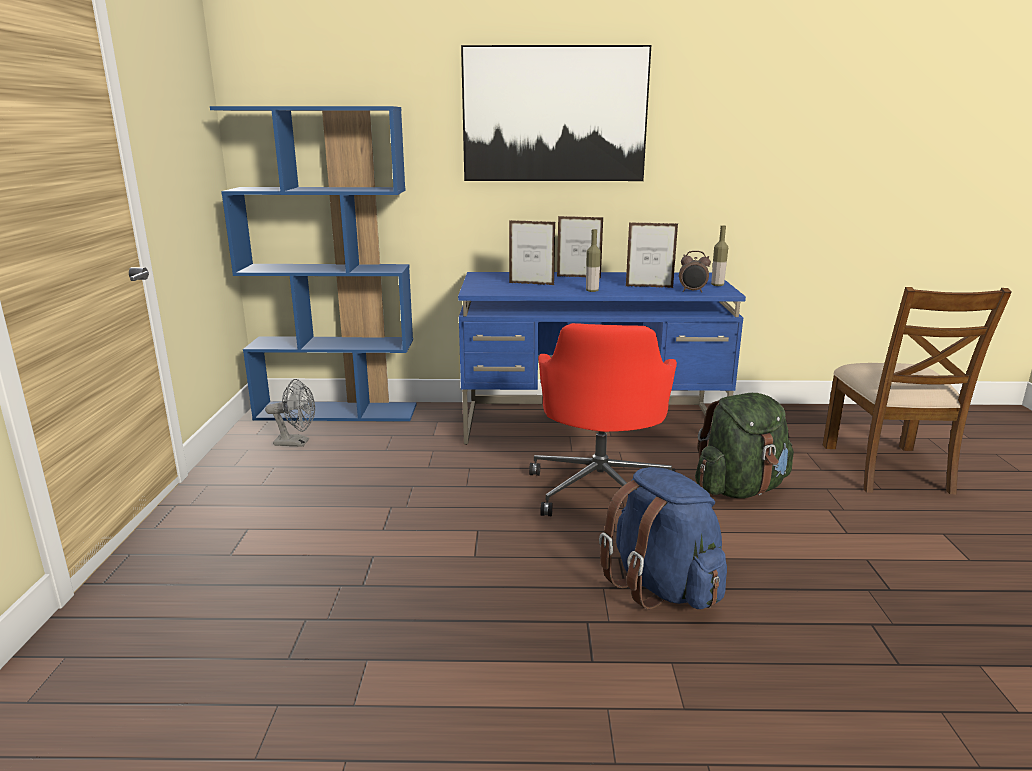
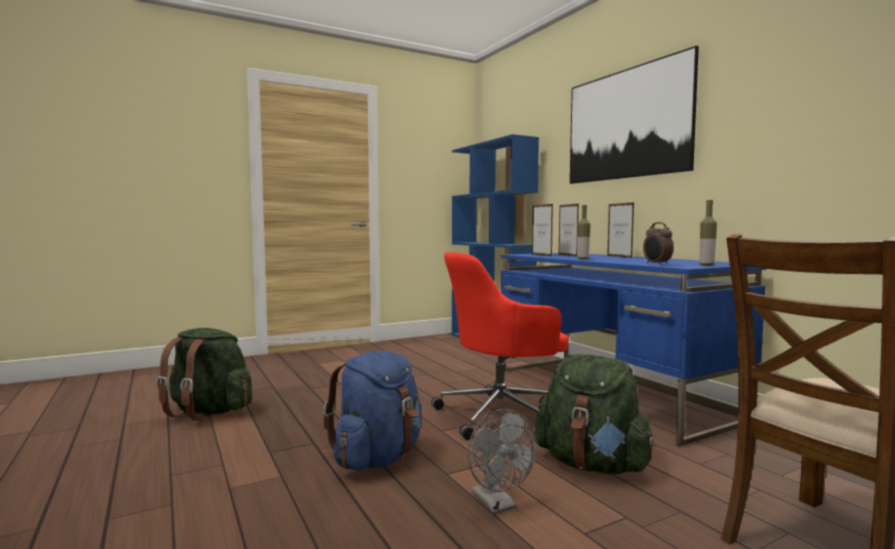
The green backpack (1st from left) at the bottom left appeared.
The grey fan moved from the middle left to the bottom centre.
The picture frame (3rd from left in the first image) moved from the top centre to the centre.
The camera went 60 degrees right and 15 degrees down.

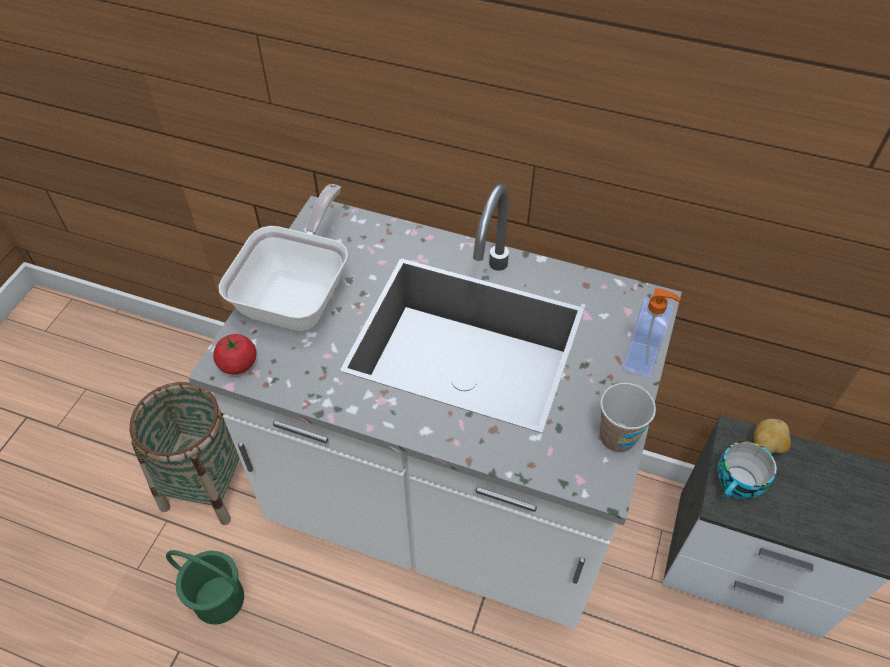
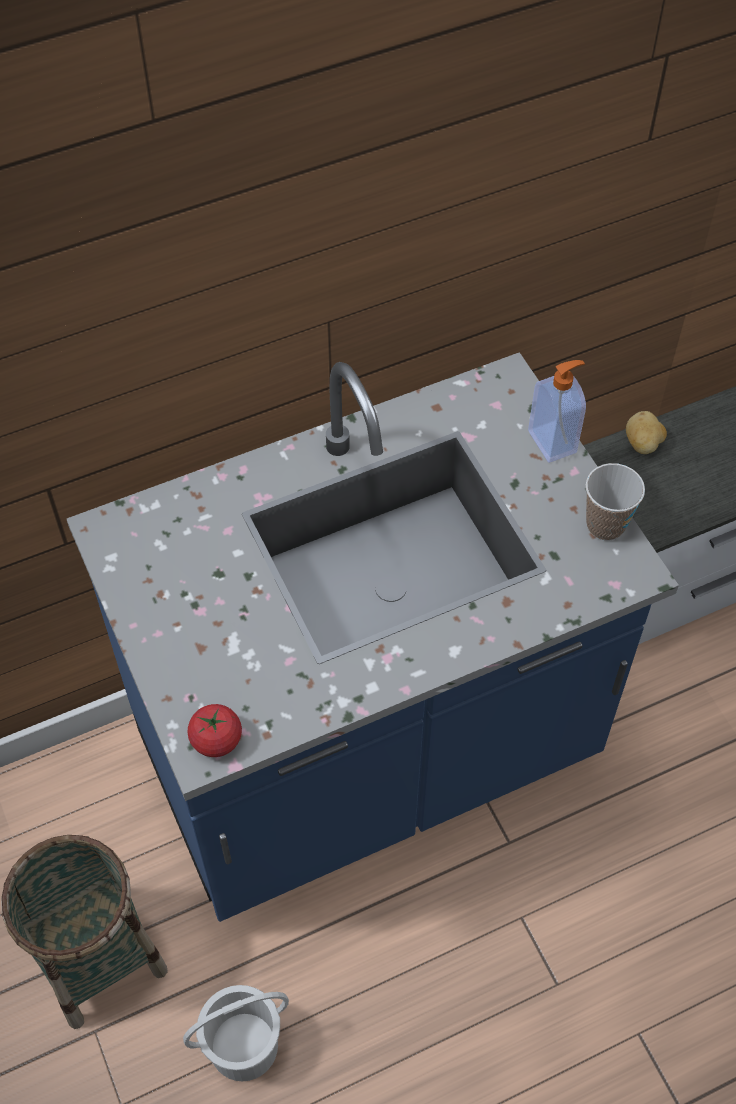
The white counter at the centre became the blue counter at the centre.
The green bucket at the bottom left became the white bucket at the bottom left.
The frying pan at the middle left disappeared.
The cup (2nd from left) at the bottom right disappeared.
The camera went 45 degrees left and 5 degrees up.

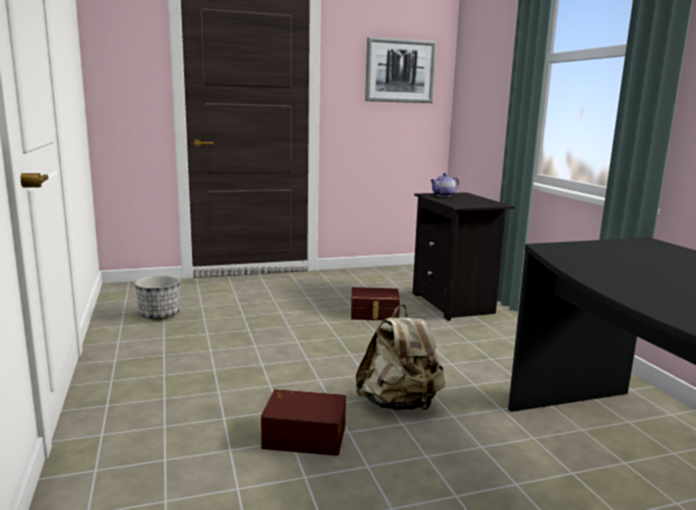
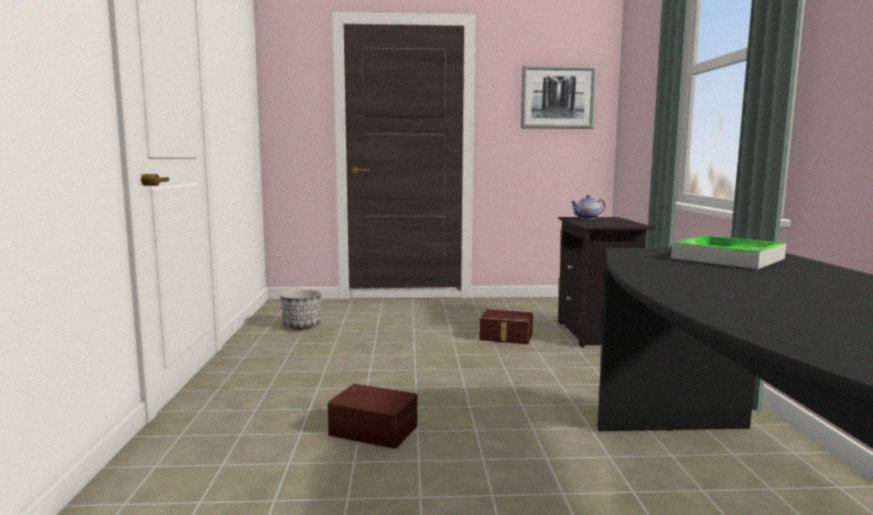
The tray at the middle right appeared.
The beige backpack at the bottom centre disappeared.
The camera went 15 degrees right and 5 degrees down.

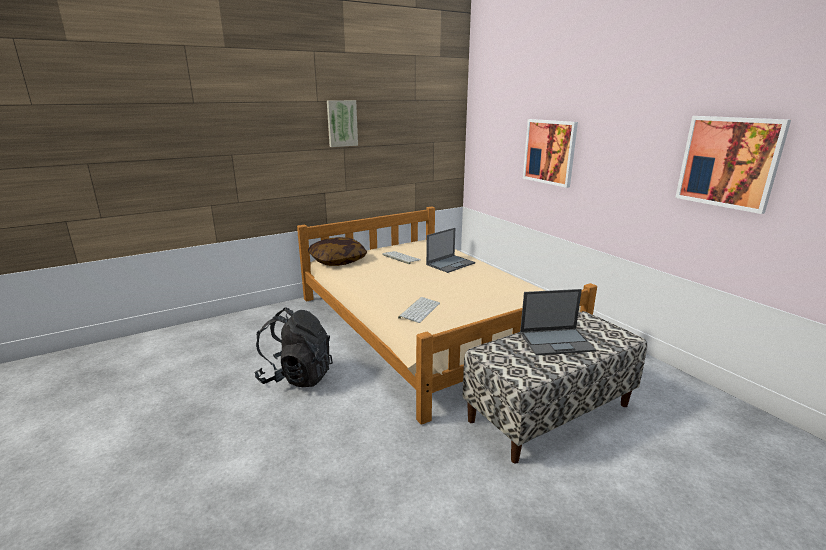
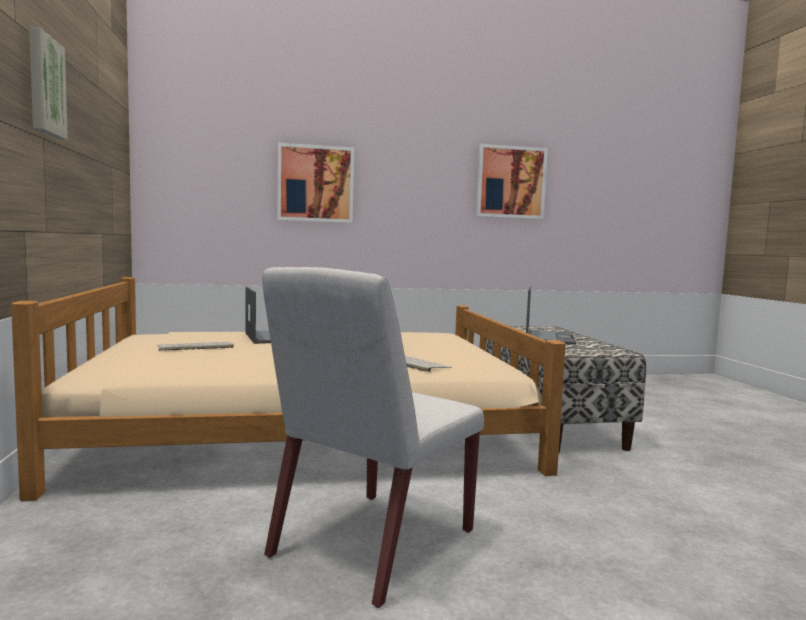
The black backpack at the centre was replaced by the white chair at the bottom centre.
The pillow at the centre disappeared.
The camera went 70 degrees left and 15 degrees down.

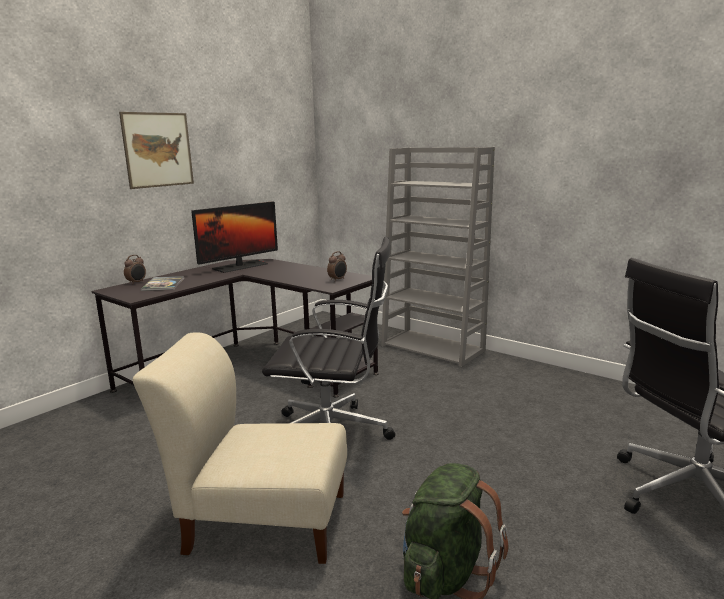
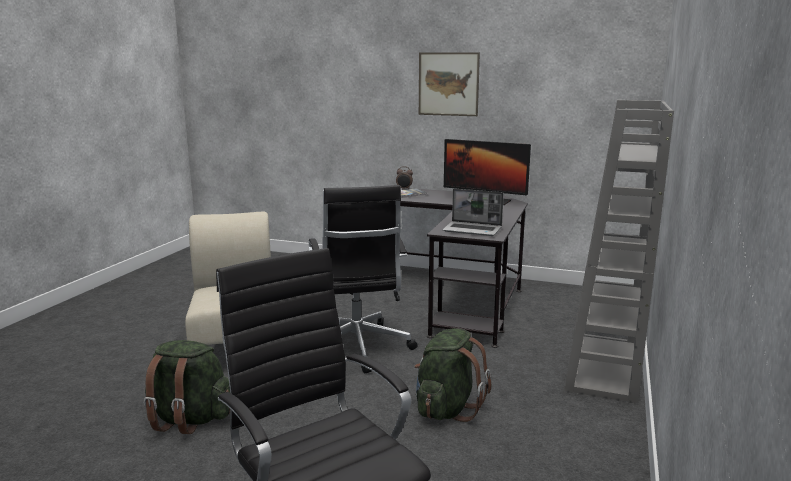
The green backpack (2nd from left) at the bottom centre appeared.
The alarm clock (2nd from left) at the centre was replaced by the laptop at the centre.
The camera went 70 degrees right and 0 degrees up.

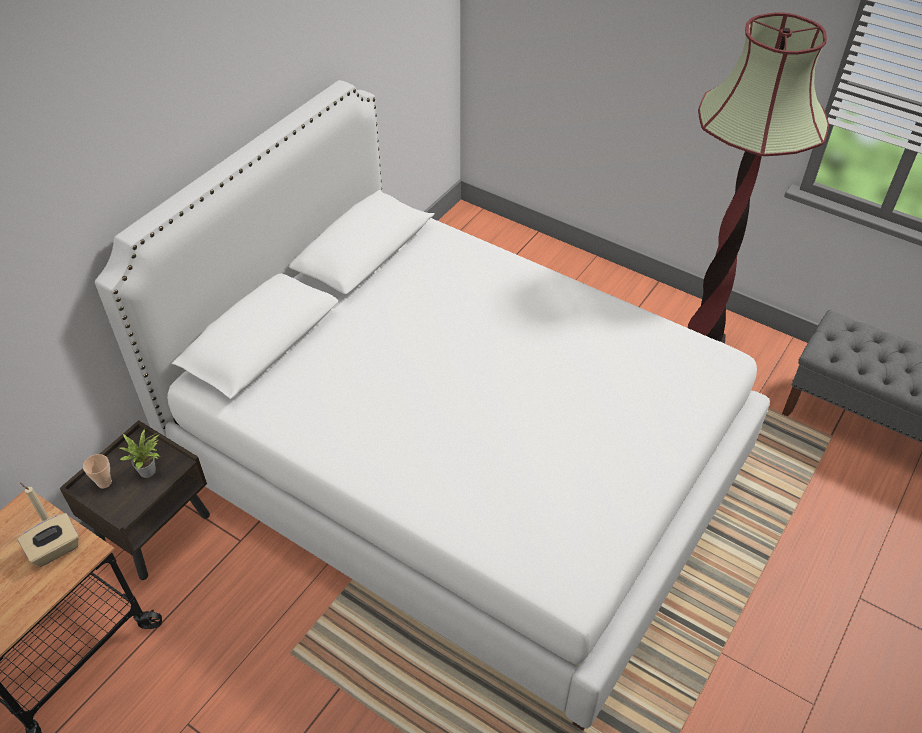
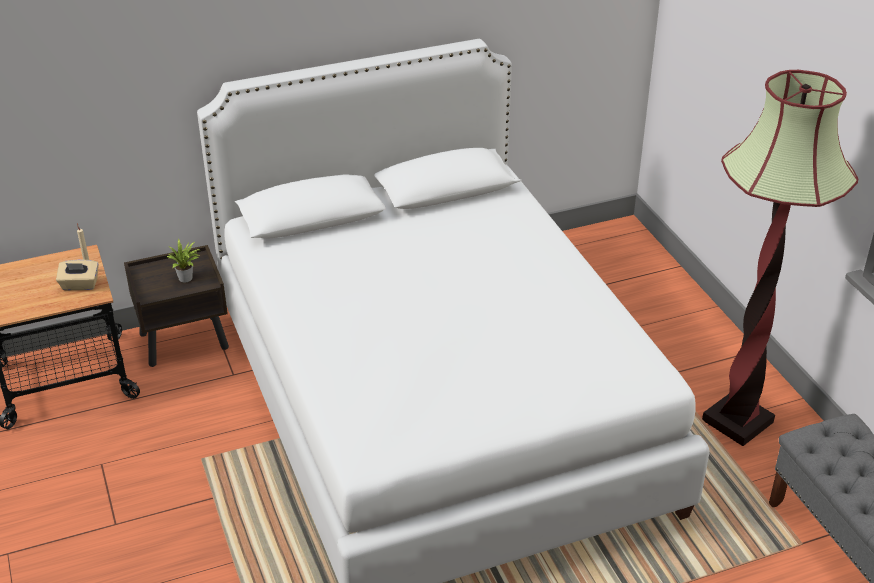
The cup at the middle left disappeared.
The camera went 35 degrees right and 10 degrees down.

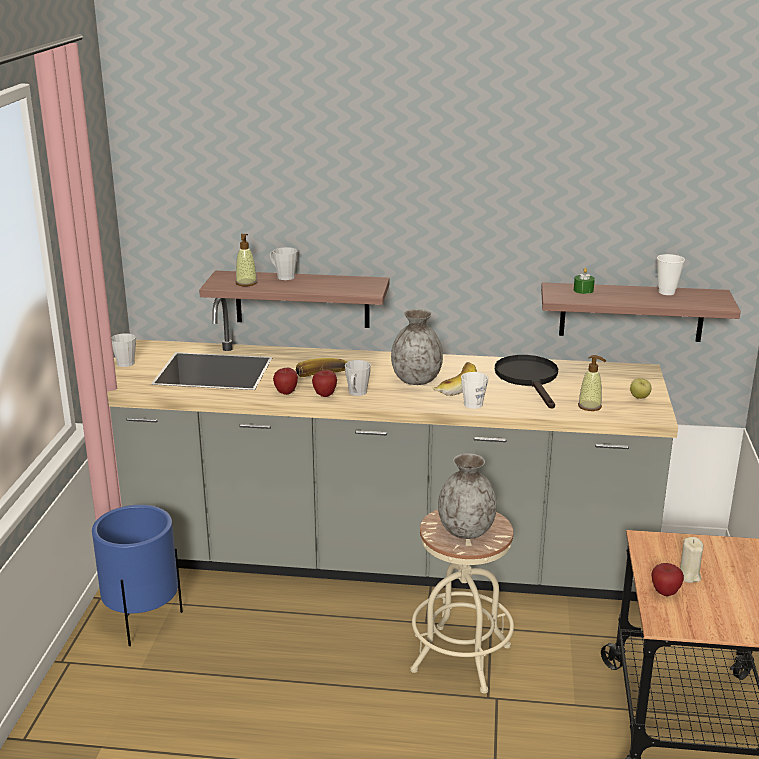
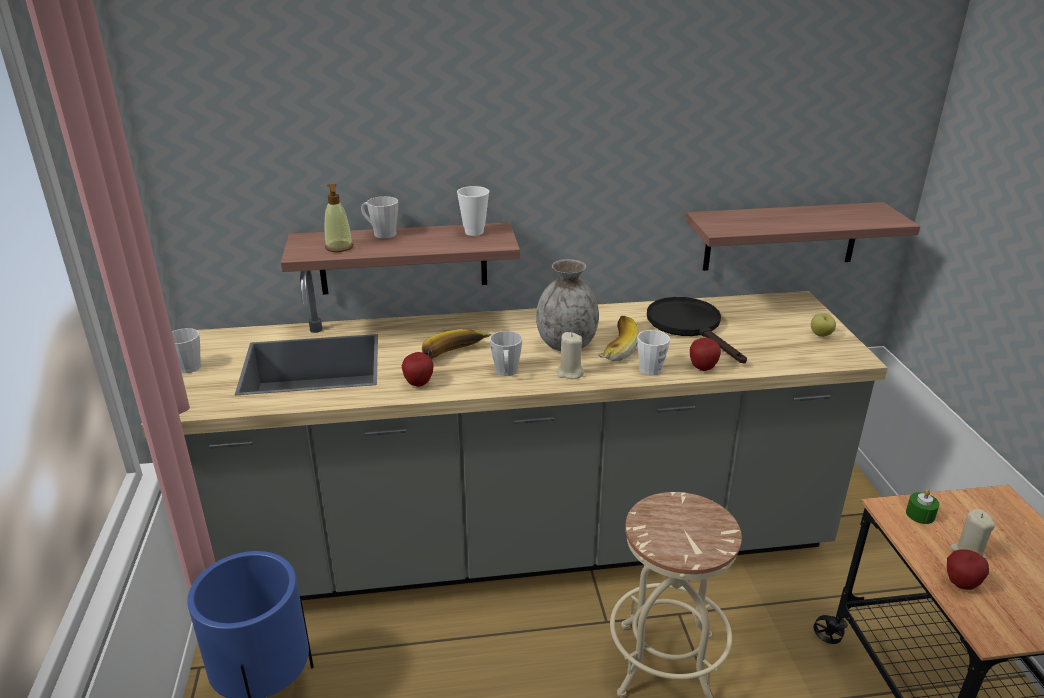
The cup moved from the middle right to the top centre.
The beige candle (1st from left) at the centre appeared.
The apple (2nd from left) moved from the centre to the middle right.
The green candle moved from the middle right to the bottom right.
The grey vase (2nd from left) at the centre disappeared.
The soap dispenser (2nd from left) at the middle right disappeared.
The camera went 15 degrees left and 5 degrees up.

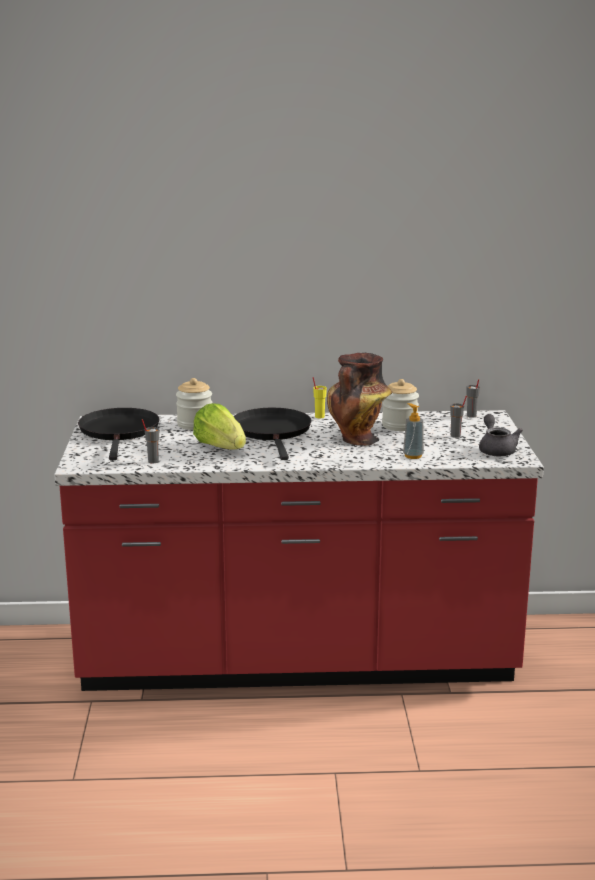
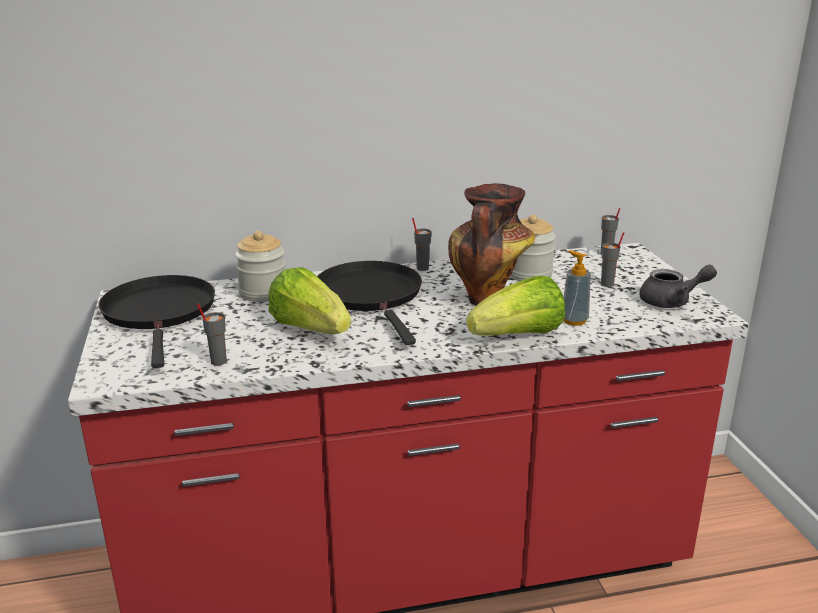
The yellow cup at the centre became the grey cup (2nd from left) at the centre.
The lettuce (2nd from left) at the centre appeared.
The grey teapot at the middle right turned 105 degrees clockwise.
The camera went 10 degrees left and 5 degrees up.

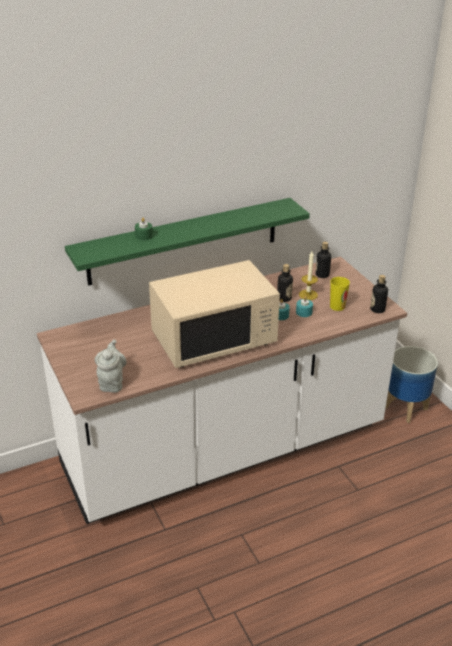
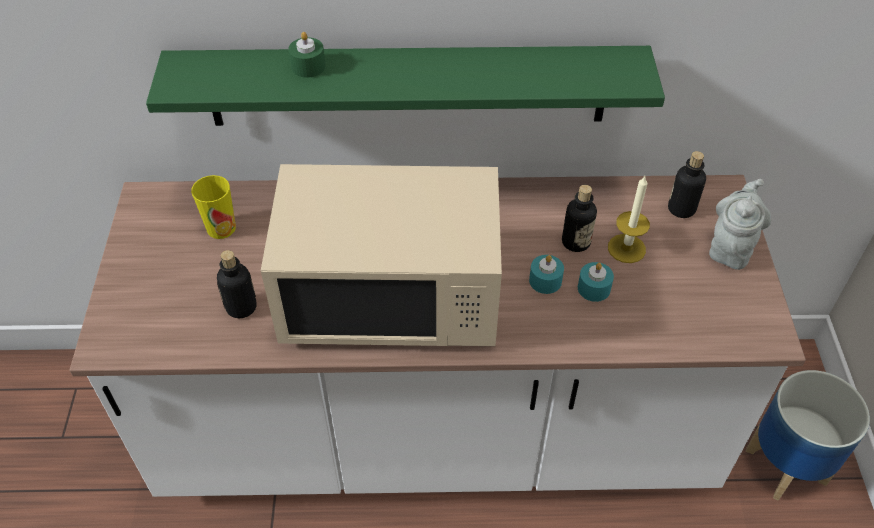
The cup moved from the middle right to the middle left.
The bottle (3rd from left in the first image) moved from the middle right to the middle left.
The grey teapot moved from the middle left to the middle right.
The camera went 25 degrees right and 15 degrees up.

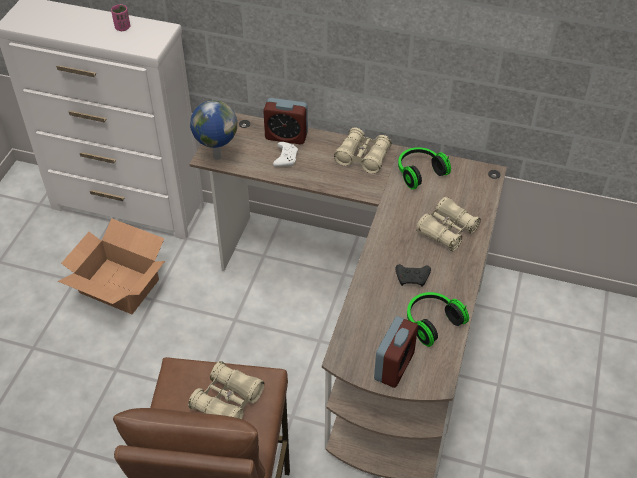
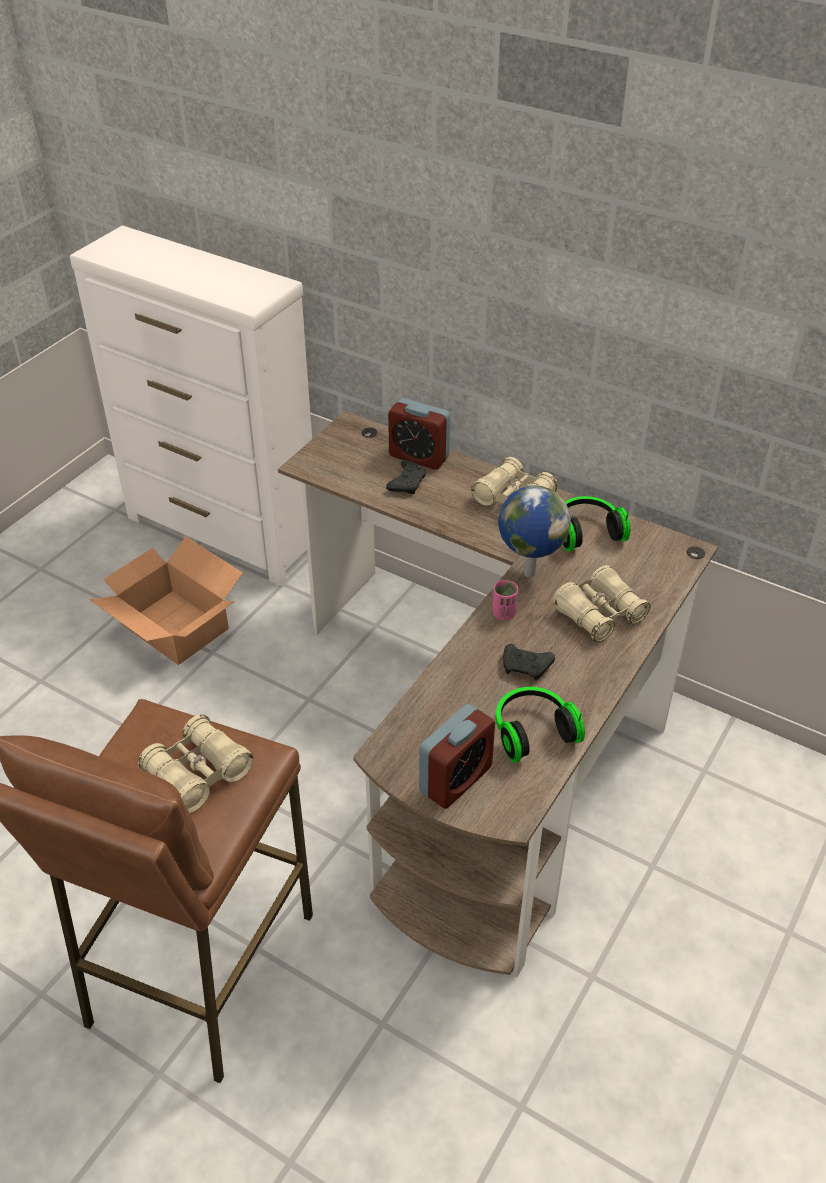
The white game controller at the top centre became the black game controller (1st from left) at the centre.
The pink cup moved from the top left to the centre.
The globe moved from the top centre to the centre.
The camera went 15 degrees right and 5 degrees down.

